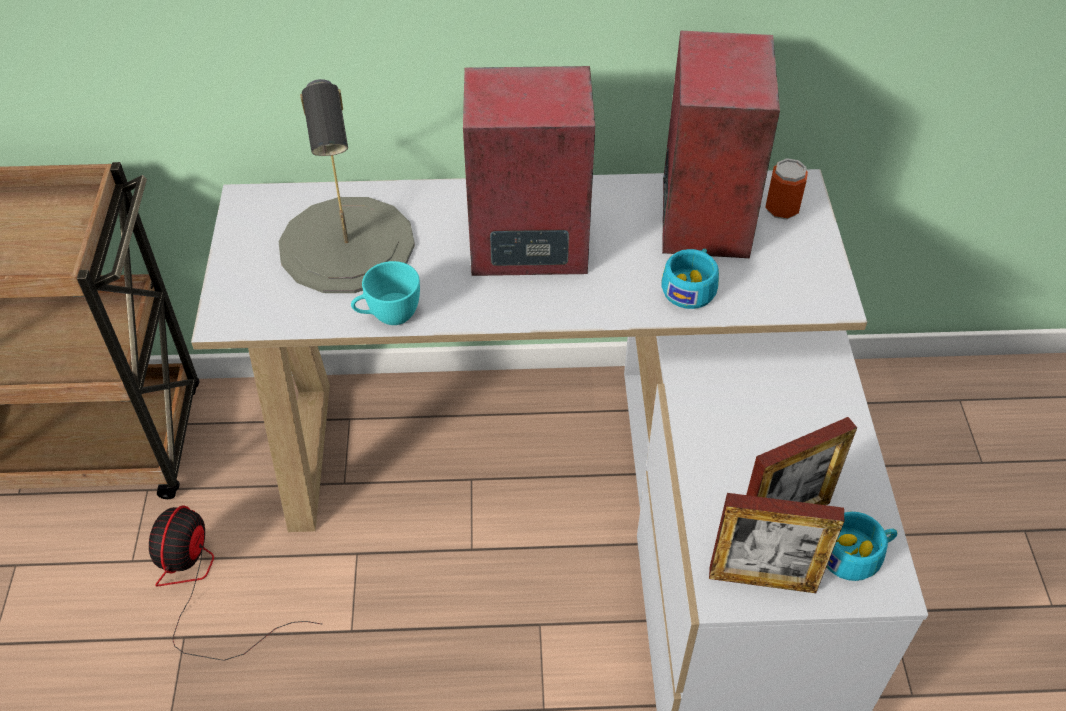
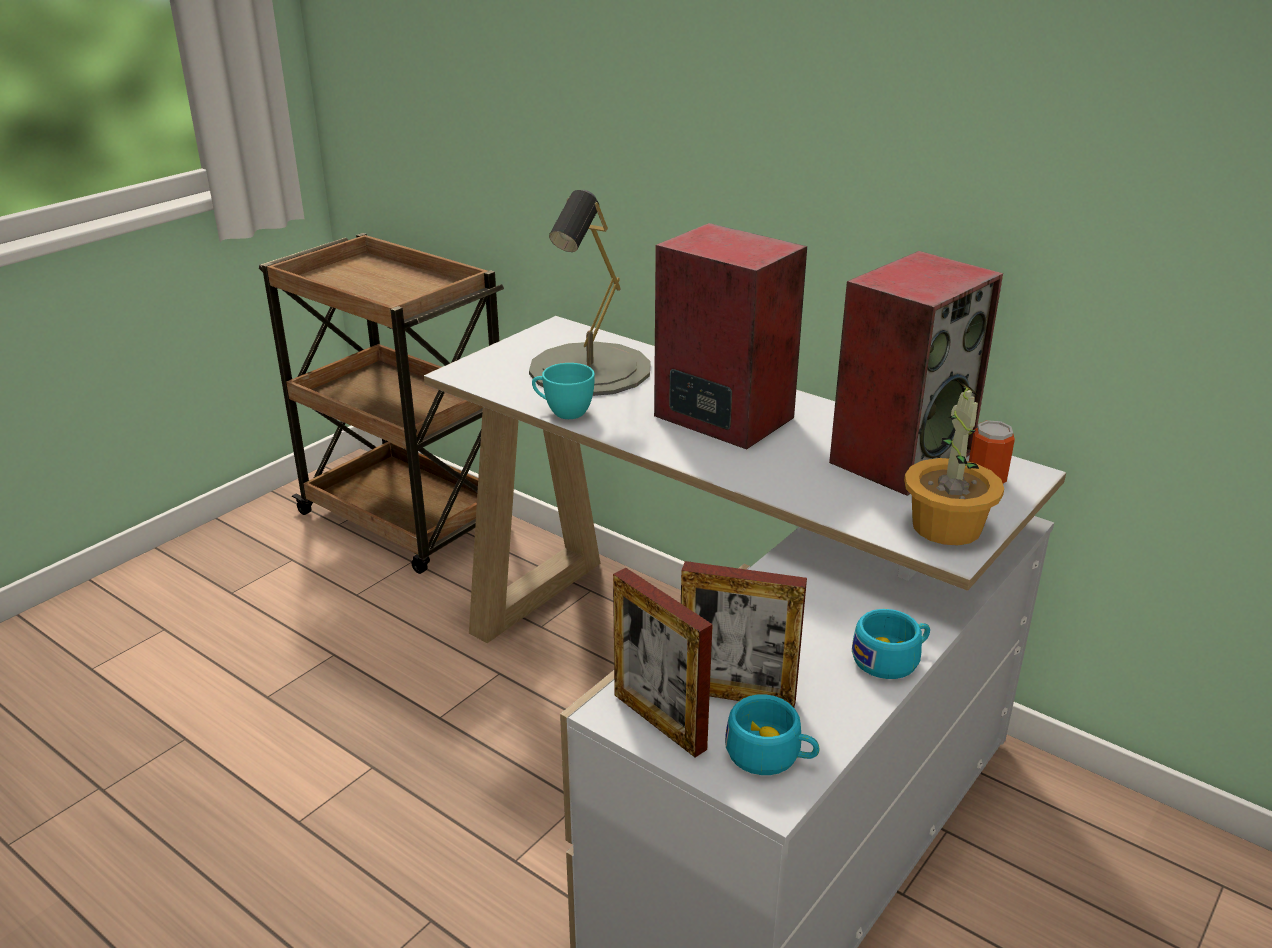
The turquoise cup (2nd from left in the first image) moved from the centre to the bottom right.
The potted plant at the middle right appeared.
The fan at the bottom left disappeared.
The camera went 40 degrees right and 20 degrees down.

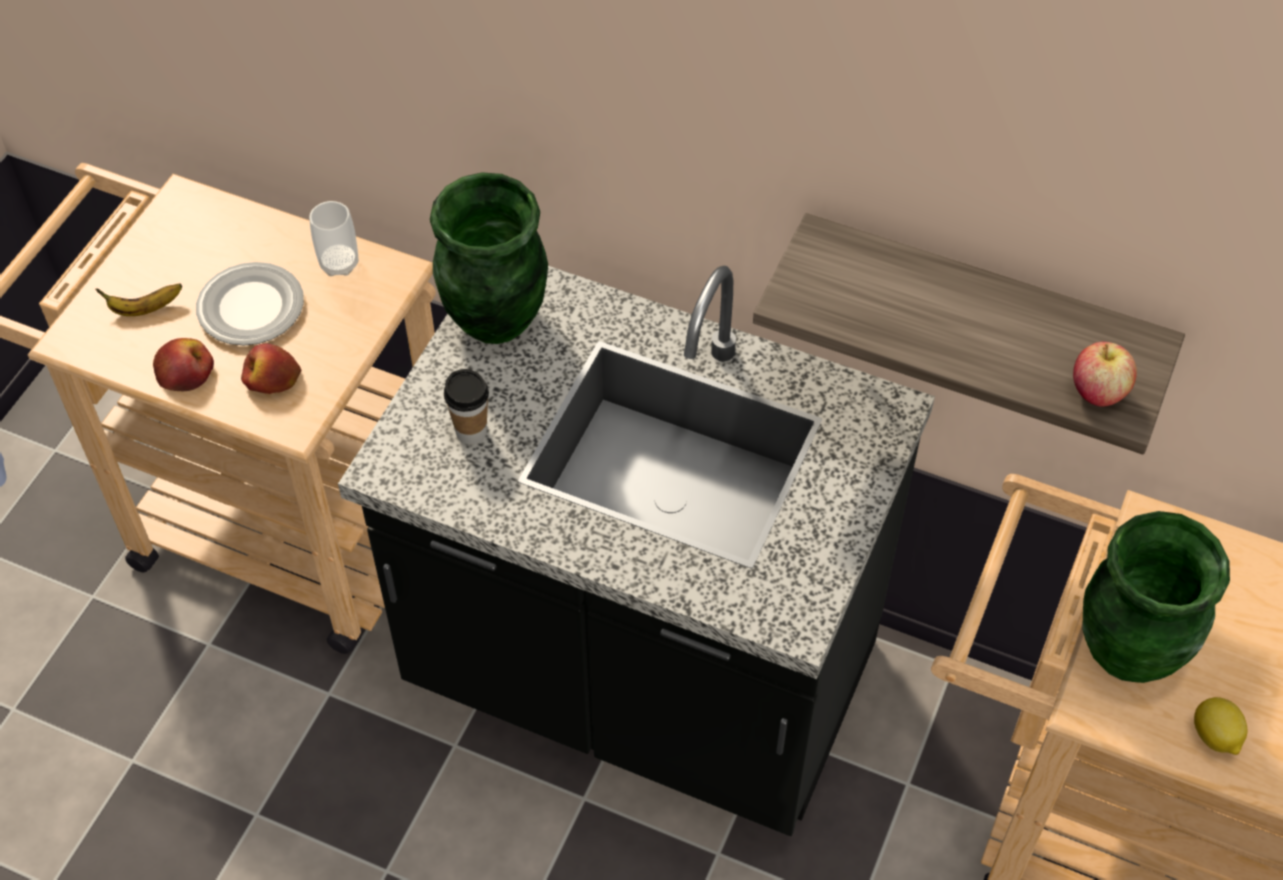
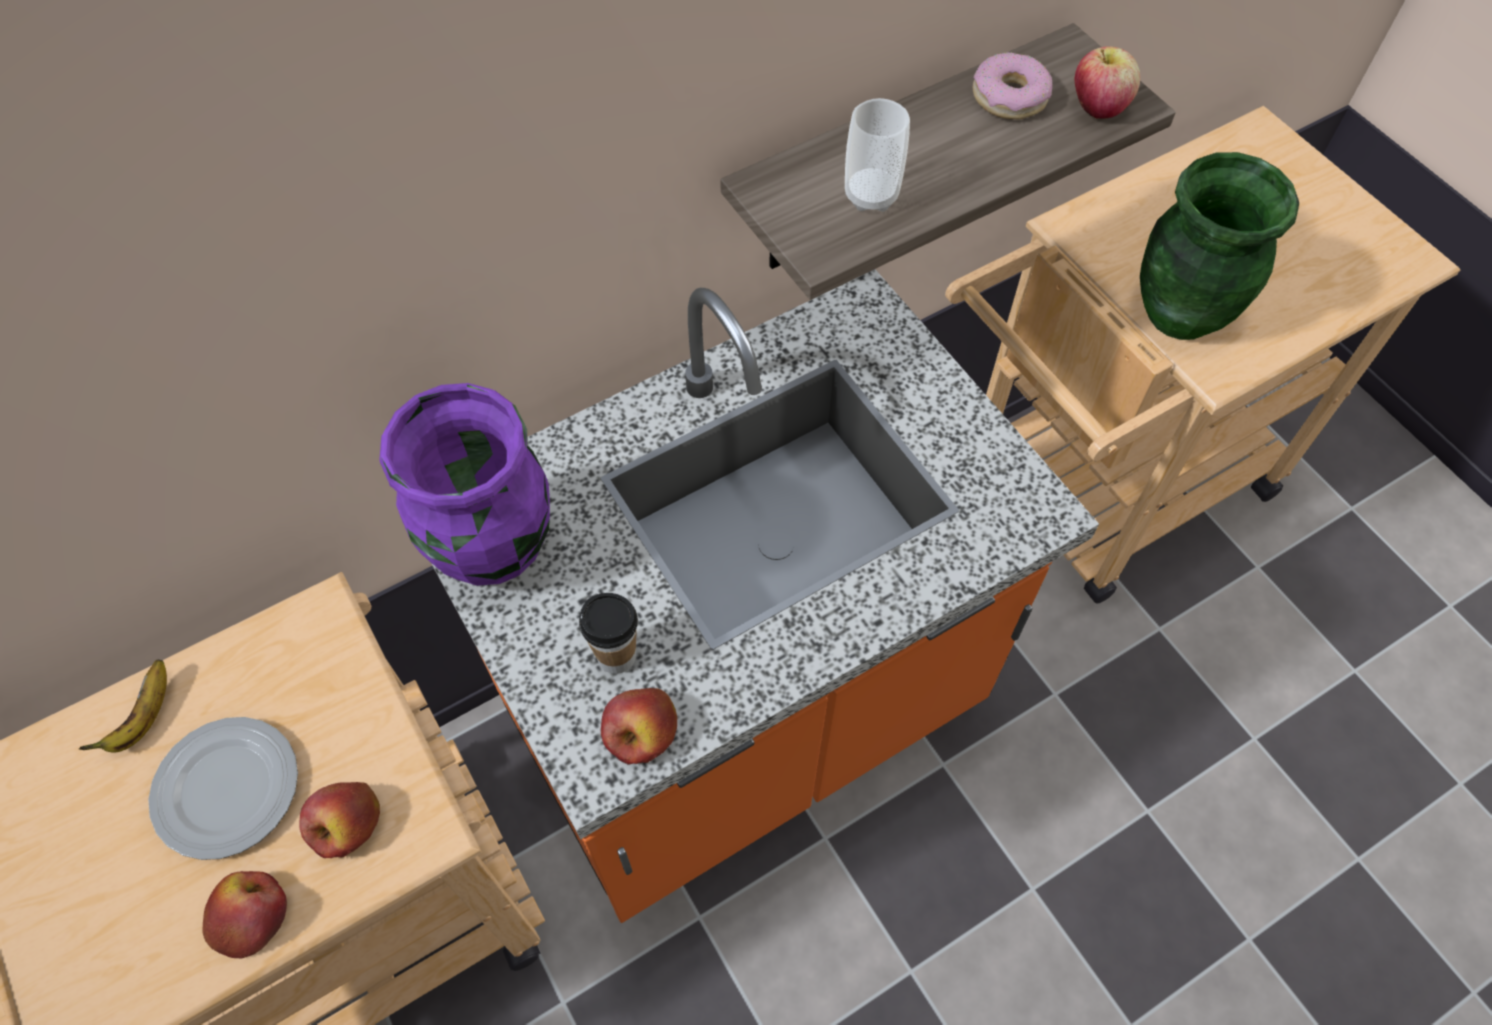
The banana moved from the middle left to the bottom left.
The green vase (1st from left) at the top centre became the purple vase at the middle left.
The black counter at the centre became the orange counter at the centre.
The apple (3rd from left) at the bottom centre appeared.
The cup (1st from left in the first image) moved from the top left to the top centre.
The donut at the top right appeared.
The lemon at the bottom right disappeared.
The camera went 55 degrees left and 5 degrees up.

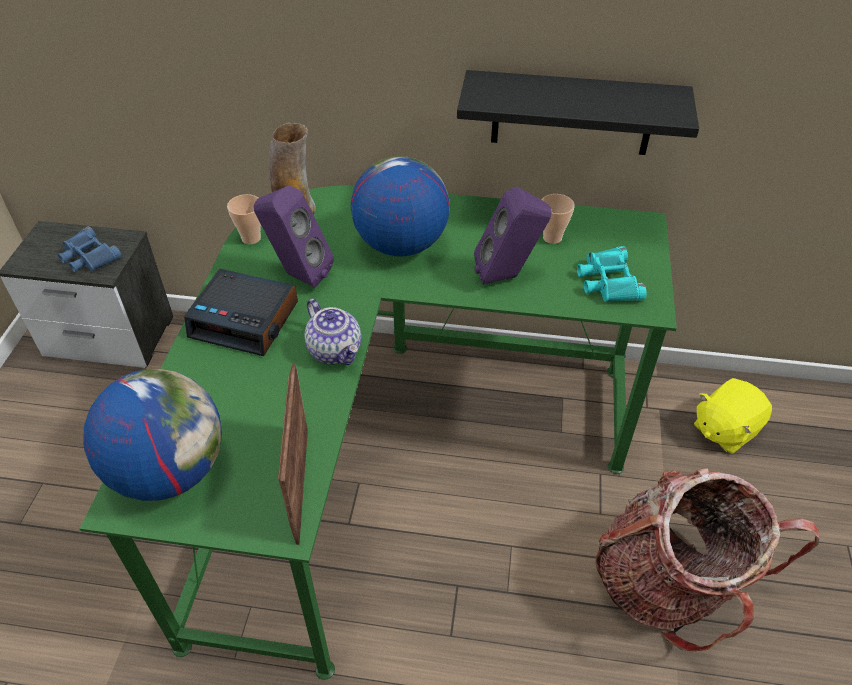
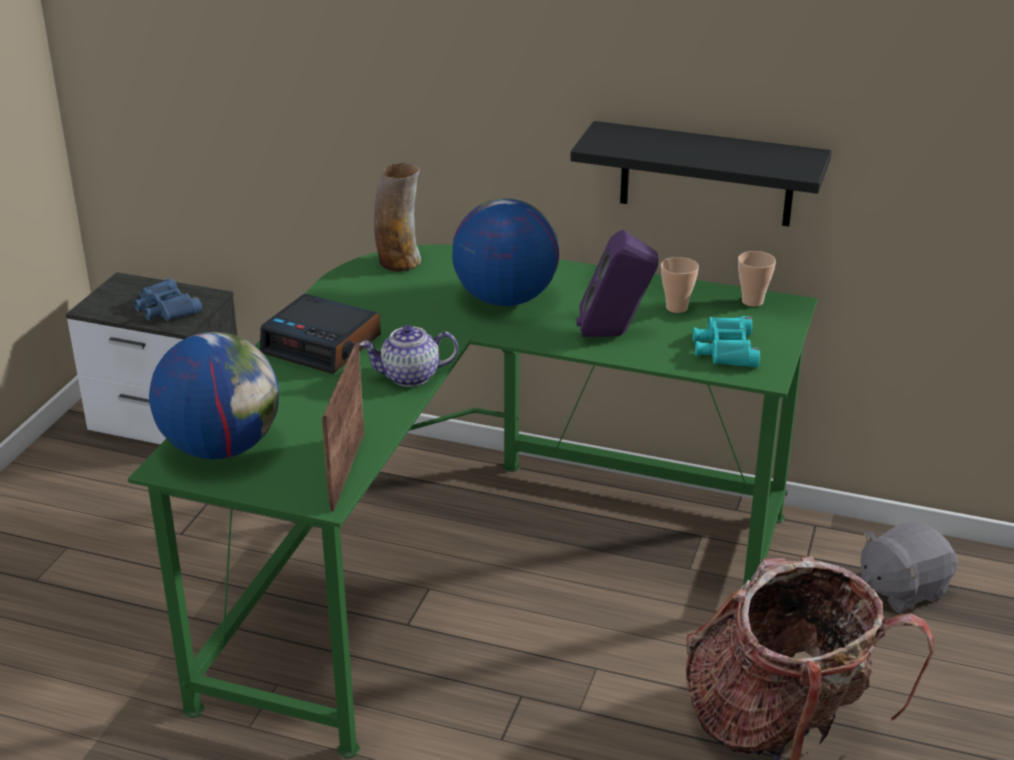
The teapot at the centre turned 105 degrees clockwise.
The cup (1st from left in the first image) moved from the top left to the middle right.
The yellow plush toy at the middle right became the grey plush toy at the bottom right.
The purple speaker (1st from left) at the centre disappeared.
The camera went 10 degrees right and 15 degrees down.

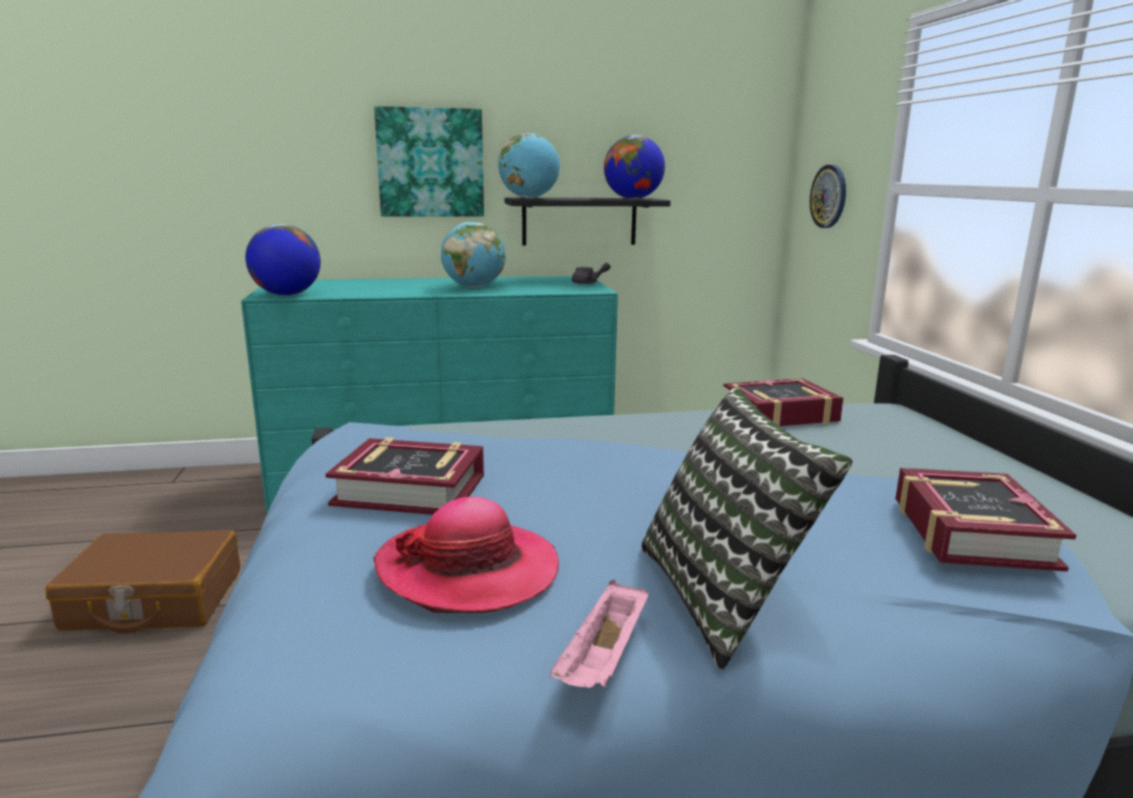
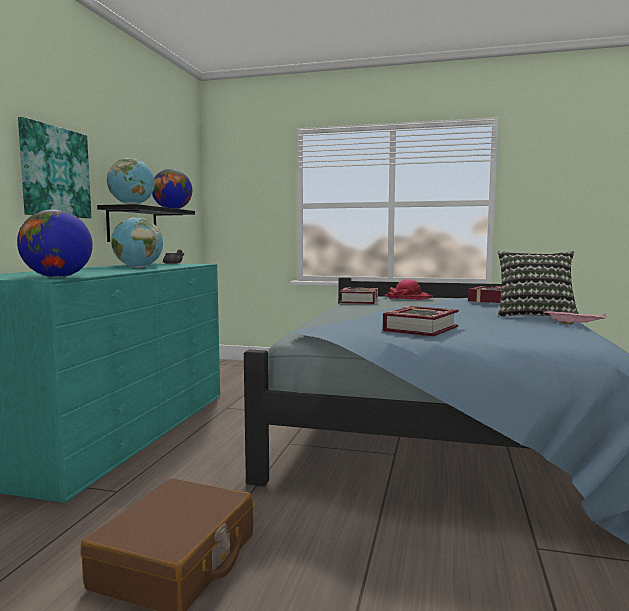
The hat moved from the bottom centre to the centre.
The wall clock at the top right disappeared.
The camera went 65 degrees left and 10 degrees down.

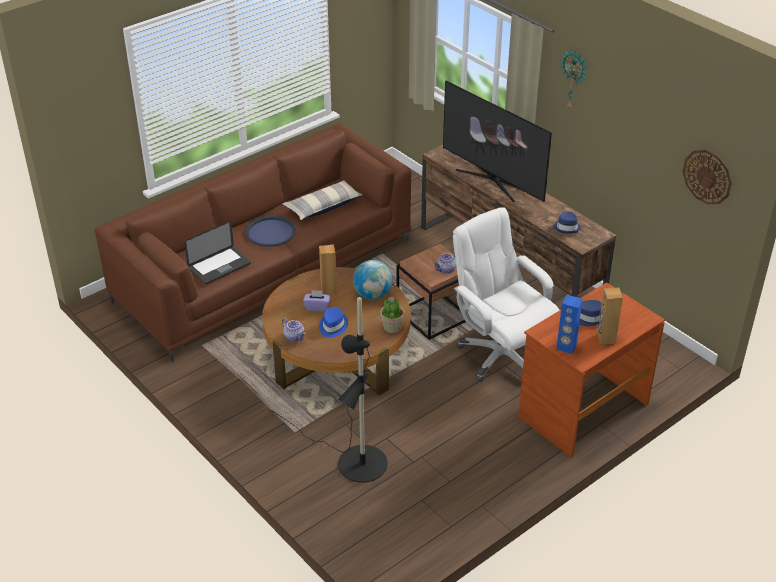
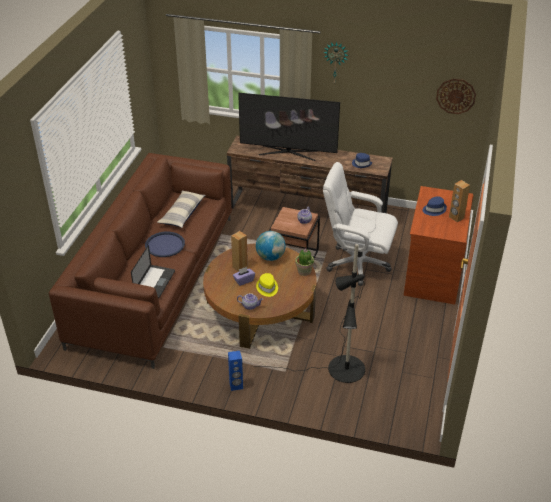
The blue speaker moved from the middle right to the bottom centre.
The blue hat (1st from left) at the centre became the yellow hat at the centre.
The camera went 35 degrees left and 0 degrees up.

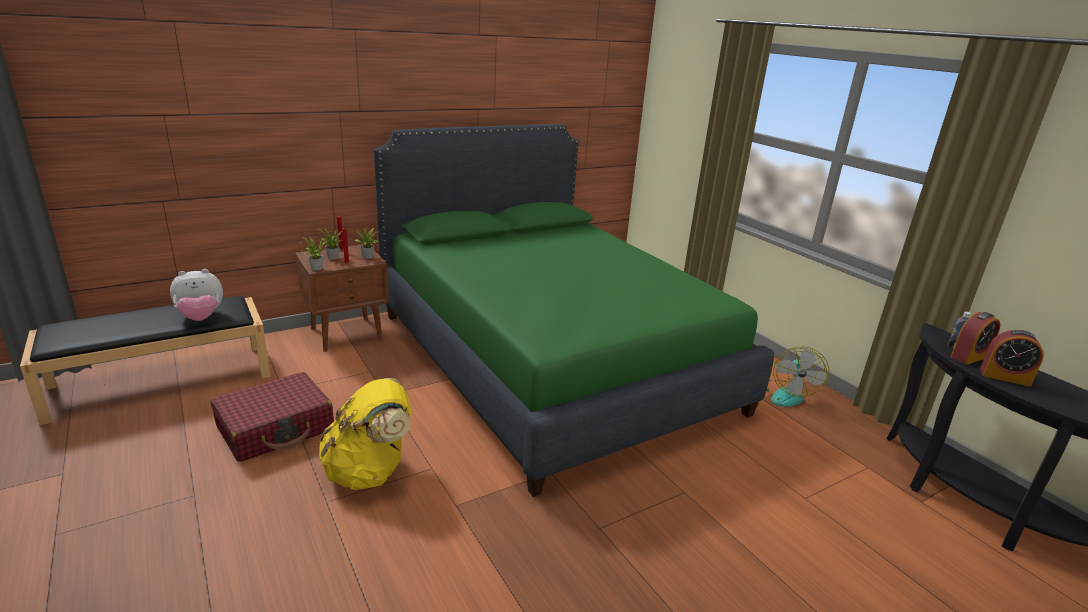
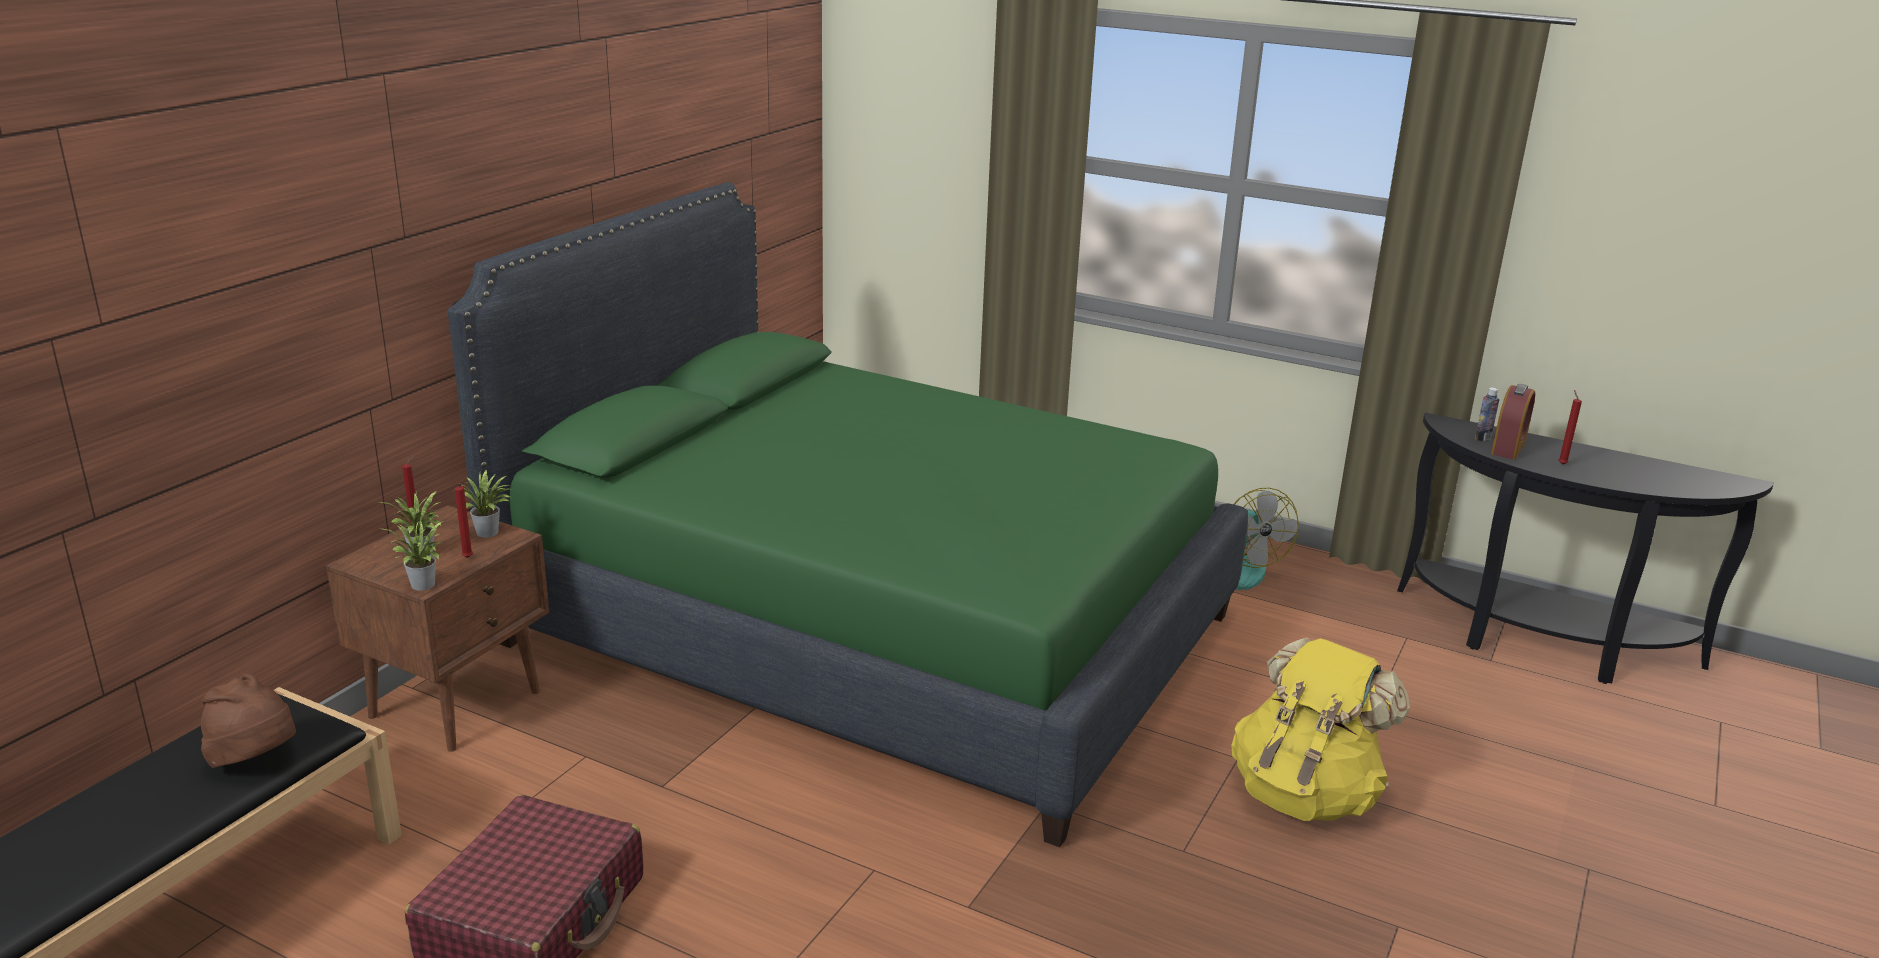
The plush toy at the middle left was replaced by the brown hat at the bottom left.
The yellow backpack moved from the bottom centre to the bottom right.
The alarm clock (2nd from left) at the middle right was replaced by the red candle (3rd from left) at the middle right.
The camera went 30 degrees left and 0 degrees up.

